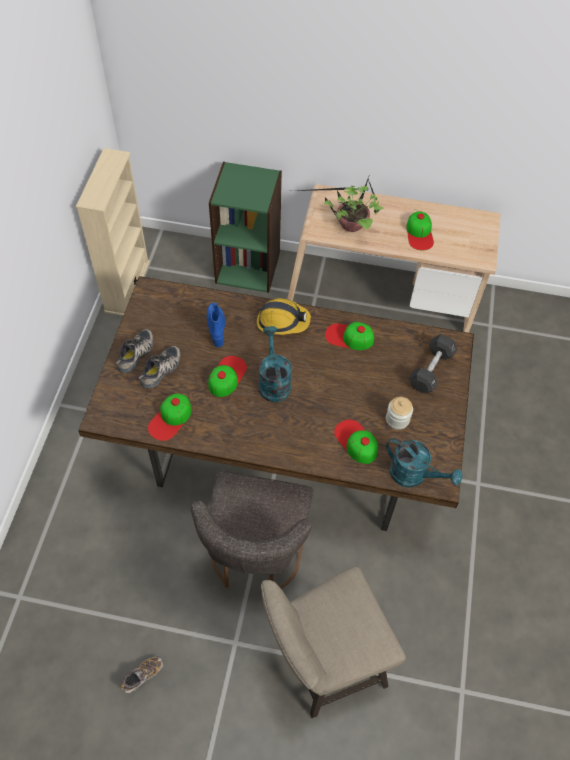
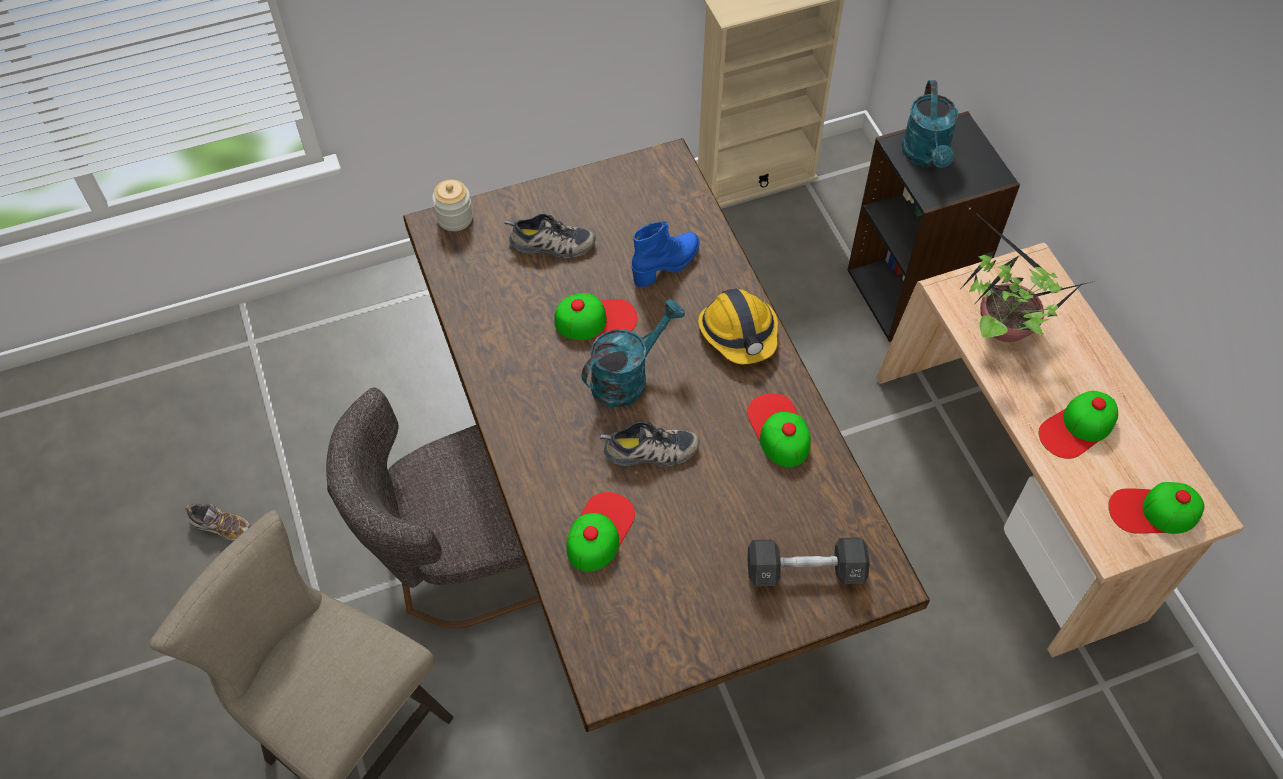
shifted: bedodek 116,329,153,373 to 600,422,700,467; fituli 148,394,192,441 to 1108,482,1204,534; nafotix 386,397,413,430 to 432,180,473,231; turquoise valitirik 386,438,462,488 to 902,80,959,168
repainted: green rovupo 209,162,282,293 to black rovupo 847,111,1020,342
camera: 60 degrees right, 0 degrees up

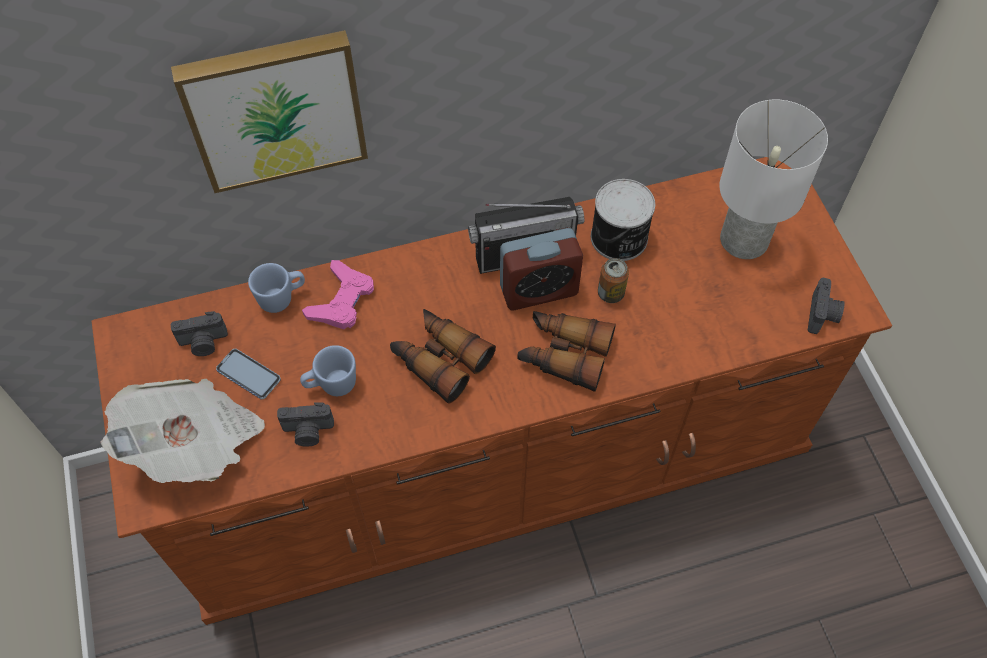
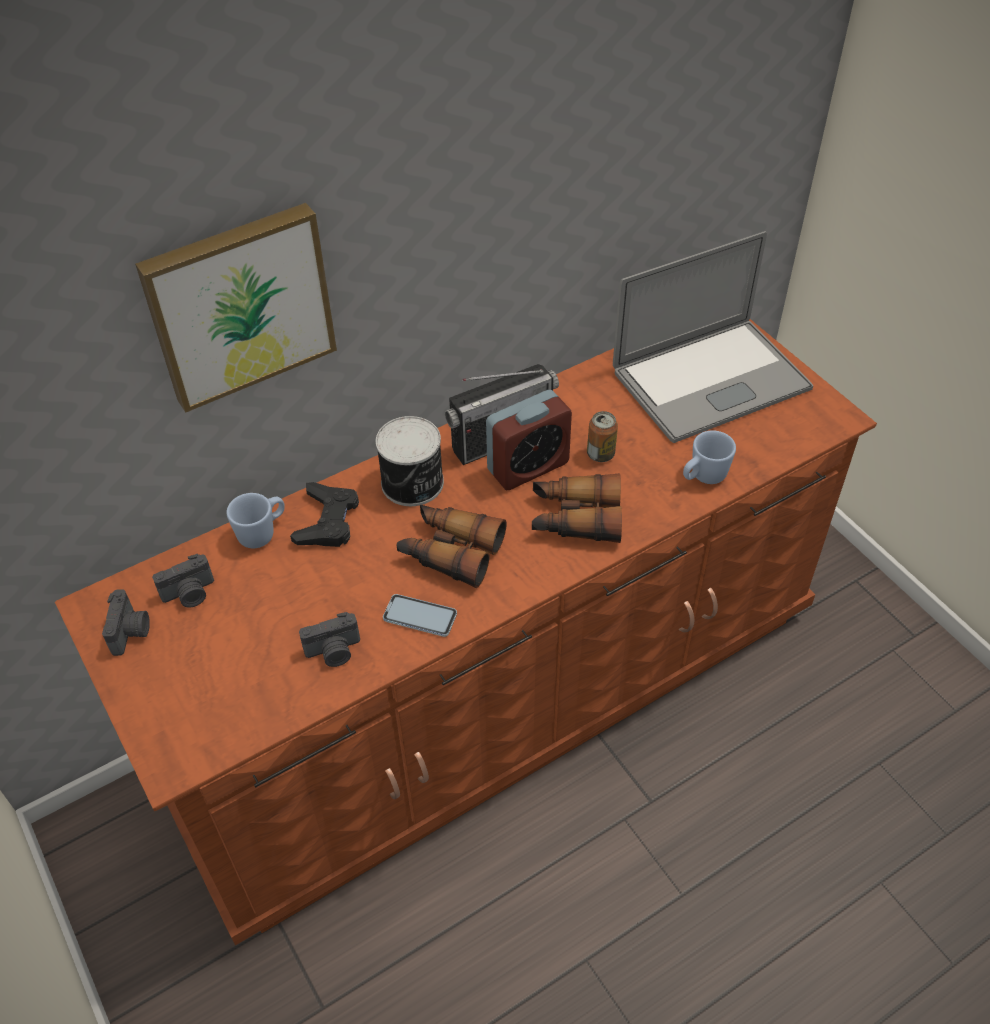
gone: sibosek 101,379,265,483
shifted: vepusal 216,349,281,399 to 383,594,457,637; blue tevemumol 300,345,356,396 to 683,431,736,484; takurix 591,179,655,261 to 376,416,444,506; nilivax 808,278,845,334 to 102,590,150,656
swapped: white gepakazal 719,100,828,259 to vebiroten 613,231,813,443
repainted: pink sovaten 302,260,374,329 to black sovaten 290,482,359,547
camera: 15 degrees left, 10 degrees down

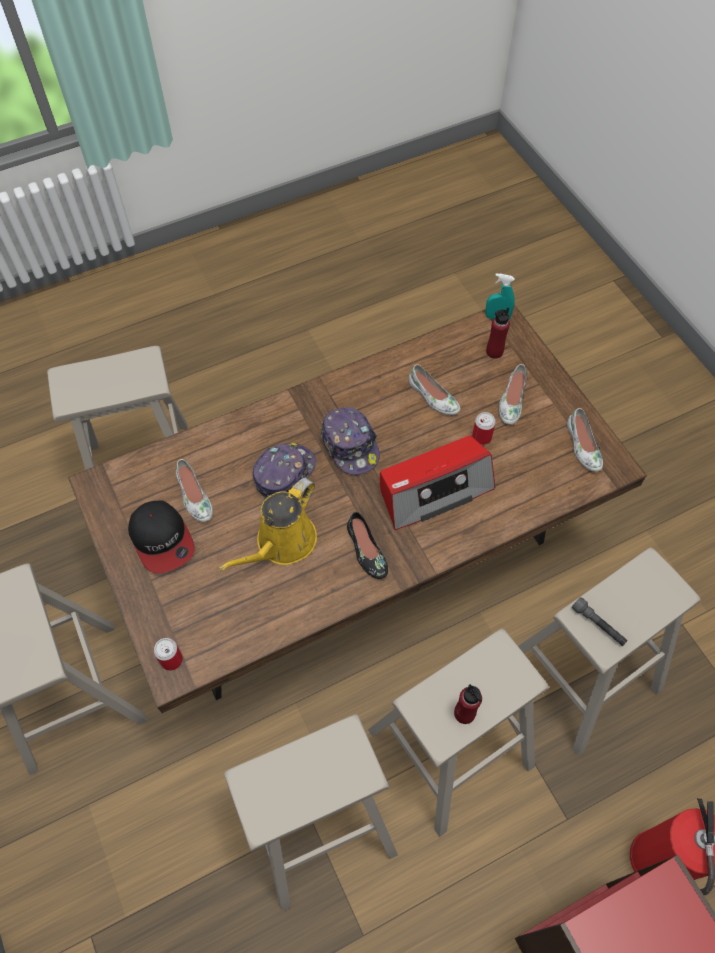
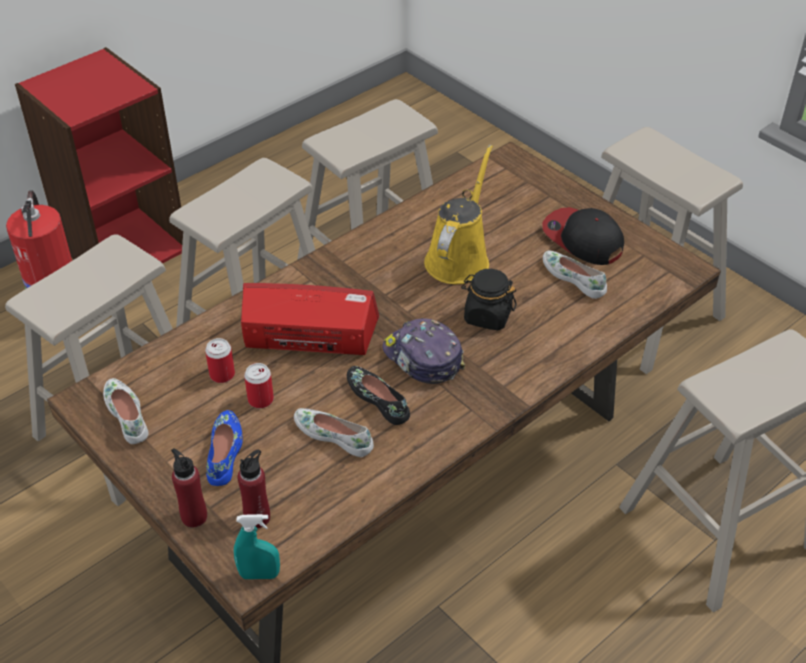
gone: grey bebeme 572,597,628,646
shifted: takurix 154,638,183,671 to 205,338,235,383; black bedodek 347,512,388,579 to 347,366,410,425; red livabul 454,684,482,724 to 171,448,207,528
swapped: fituli 253,442,316,499 to black nafotix 461,269,517,330
repainted: white bedodek 499,364,527,425 to blue bedodek 206,410,243,486
rotated: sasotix 380,435,496,530 = 241,283,380,355 45 degrees clockwise
camera: 165 degrees right, 15 degrees down

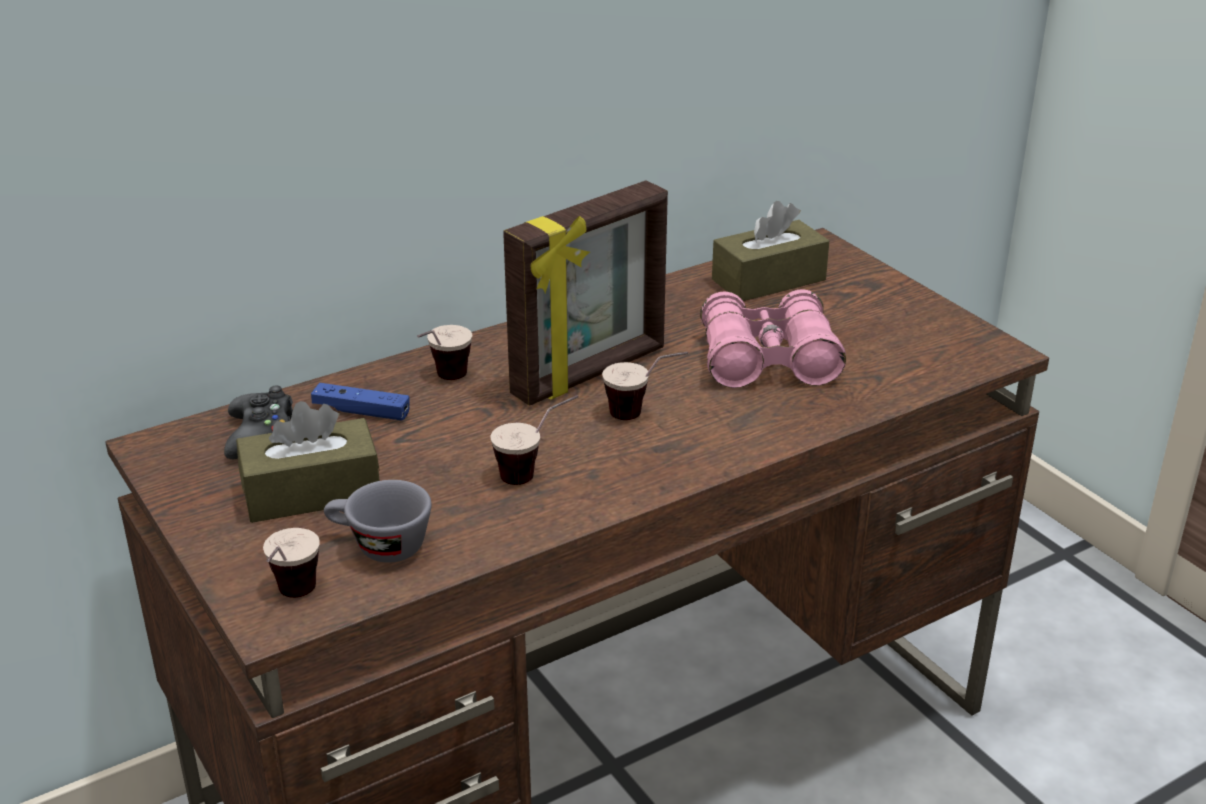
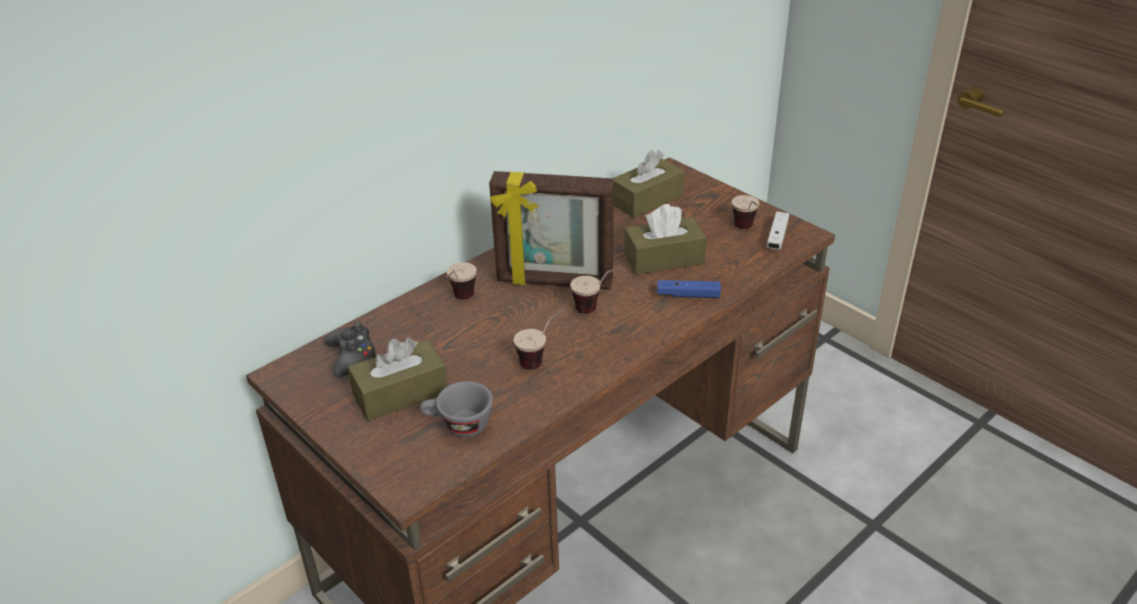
new: white sovaten 766,212,789,250
shifted: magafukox 263,528,320,598 to 732,195,759,229; blue sovaten 311,383,410,421 to 657,280,721,298
swapped: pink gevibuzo 700,289,846,388 to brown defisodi 624,204,707,275
rotated: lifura 503,180,668,406 = 489,171,614,290 60 degrees clockwise
camera: 10 degrees left, 5 degrees up

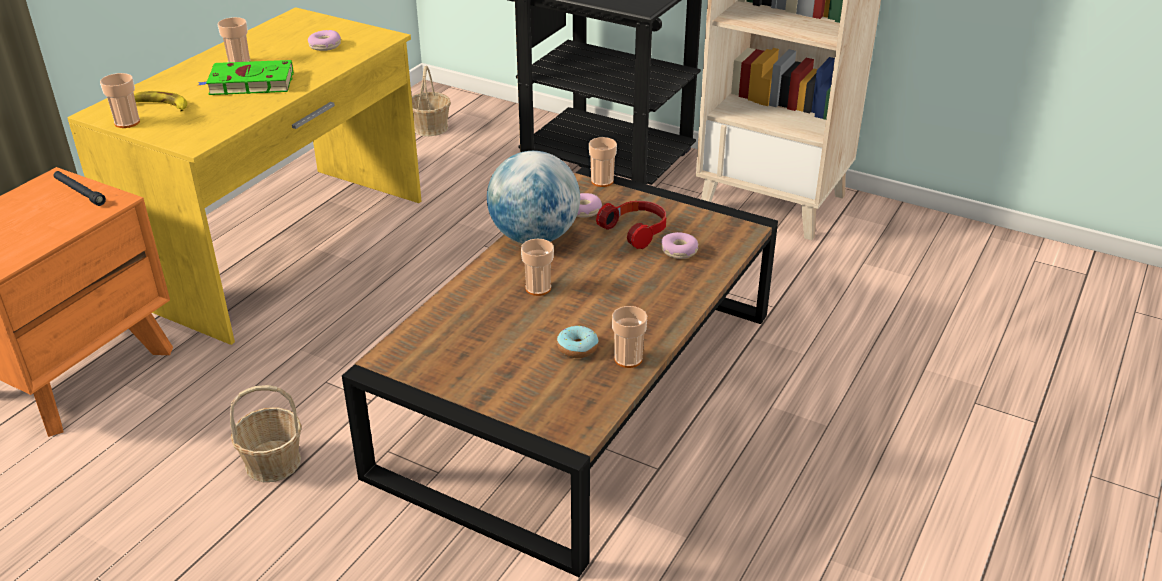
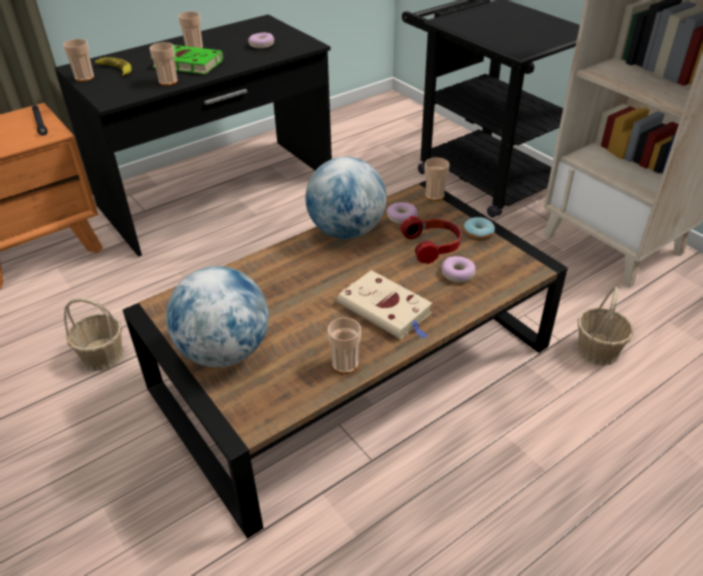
new: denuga 166,266,269,367; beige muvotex 337,270,433,340
shifted: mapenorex 412,66,451,136 to 576,287,633,366; magafukox 521,239,554,296 to 150,42,178,86; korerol 557,325,598,358 to 463,217,495,241
repainted: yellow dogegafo 67,7,421,345 to black dogegafo 54,15,332,257
camera: 25 degrees right, 5 degrees up

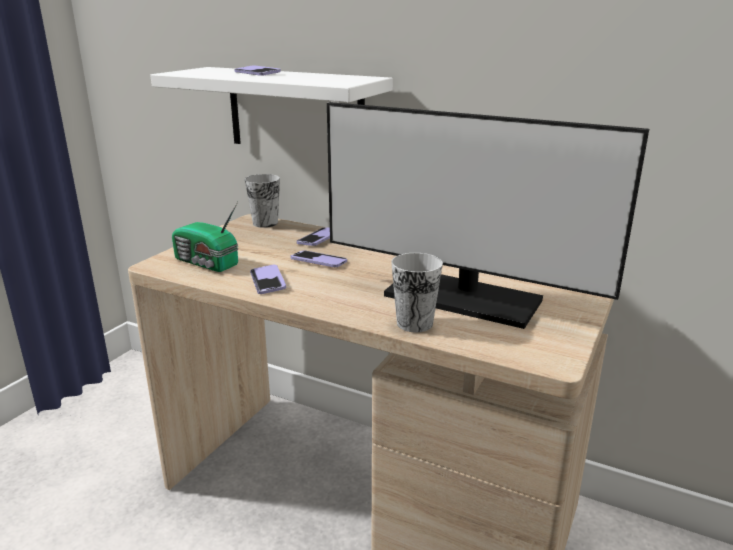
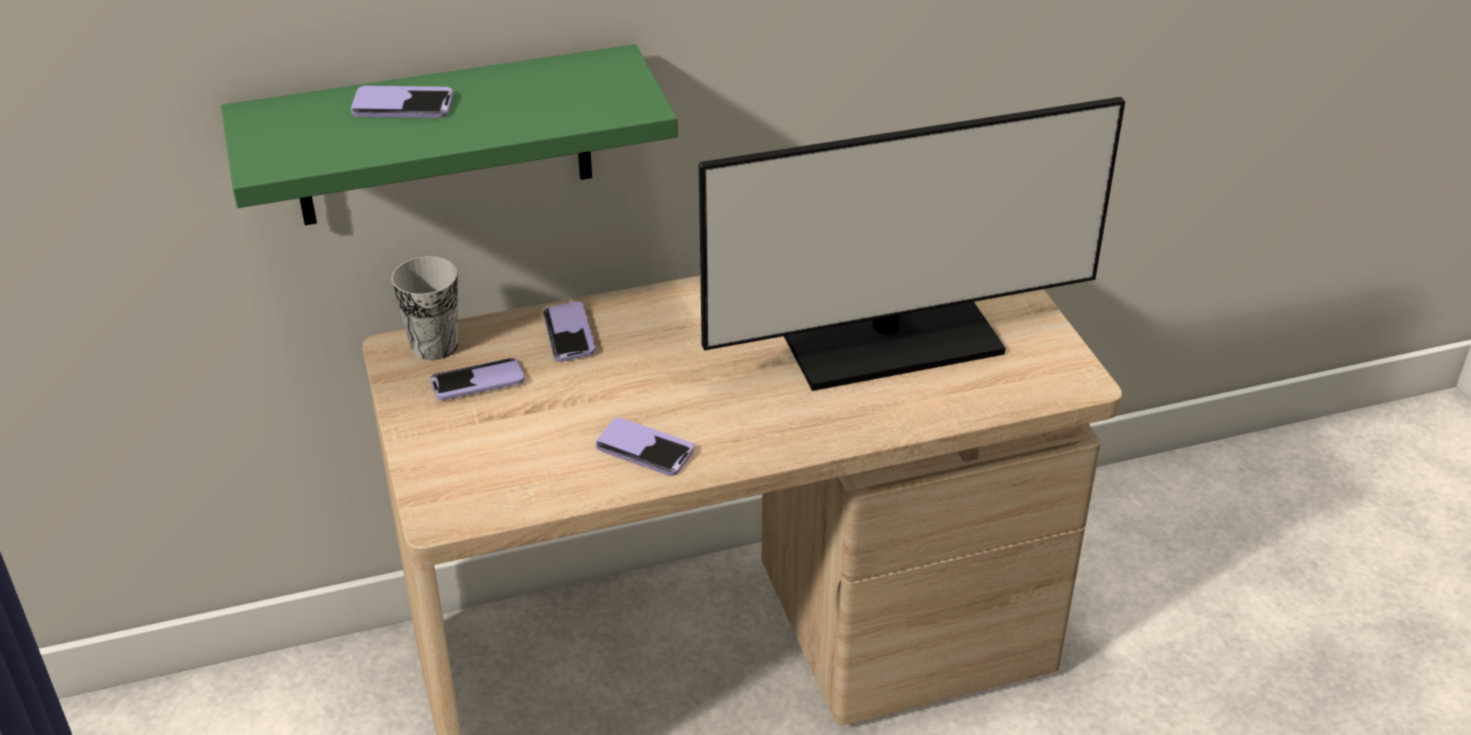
gone: sasotix 172,201,238,272; magafukox 391,253,443,332
shifted: vepusal 291,250,347,267 to 430,358,524,400
repainted: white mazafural 150,67,393,144 to green mazafural 221,44,678,225
camera: 45 degrees left, 15 degrees up

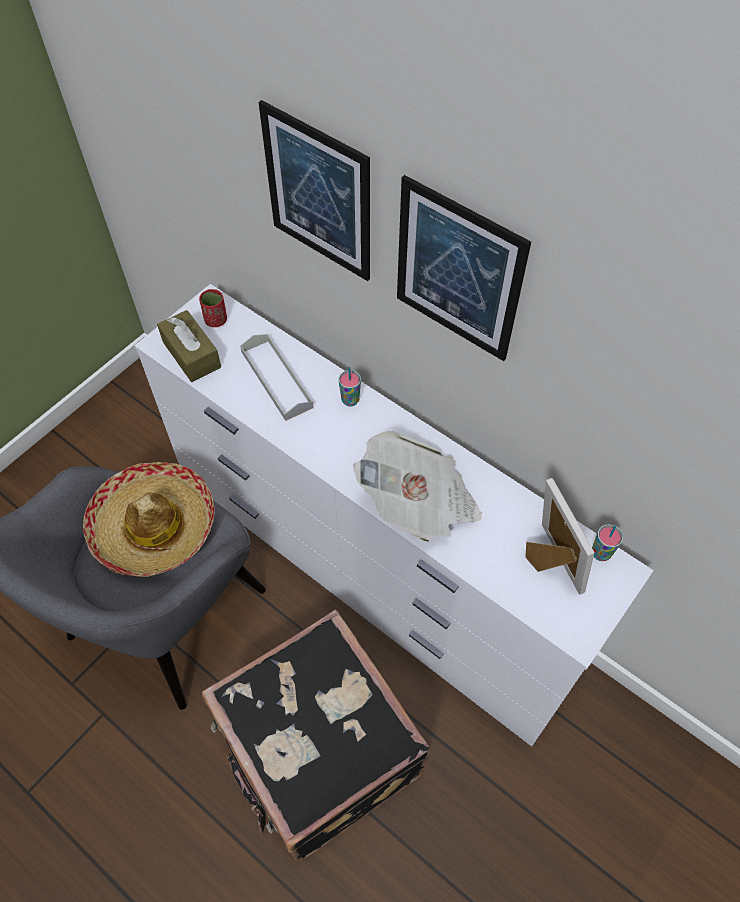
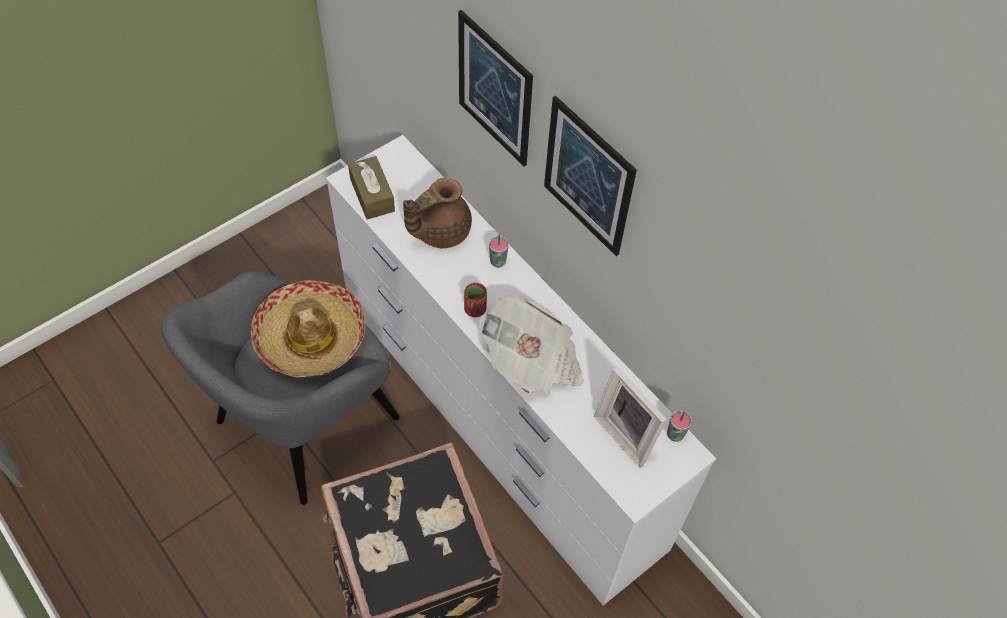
shifted: red magafukox 199,289,227,327 to 464,282,487,317
swapped: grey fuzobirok 240,334,314,421 to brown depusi 403,178,472,248
rotated: lifura 525,478,595,595 = 594,366,667,468 150 degrees clockwise
camera: 10 degrees right, 0 degrees up

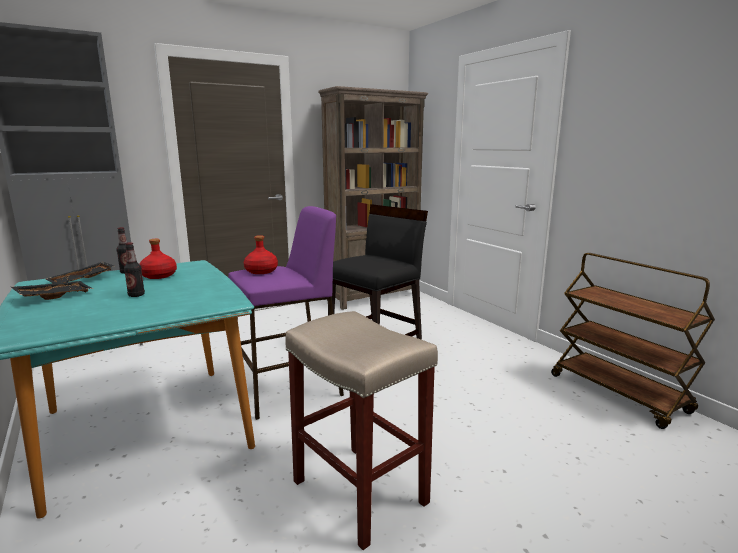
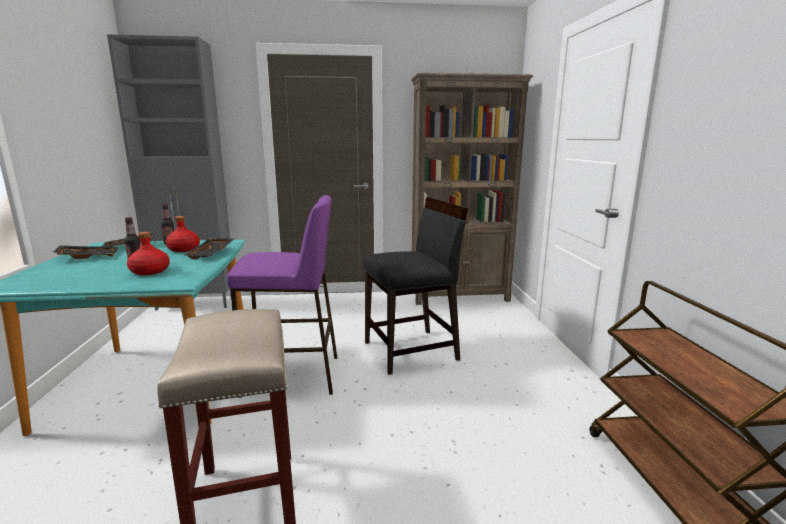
new: black fuzobirok 183,238,235,259
shifted: red livabul 244,235,278,274 to 127,232,170,275
camera: 25 degrees right, 0 degrees up

